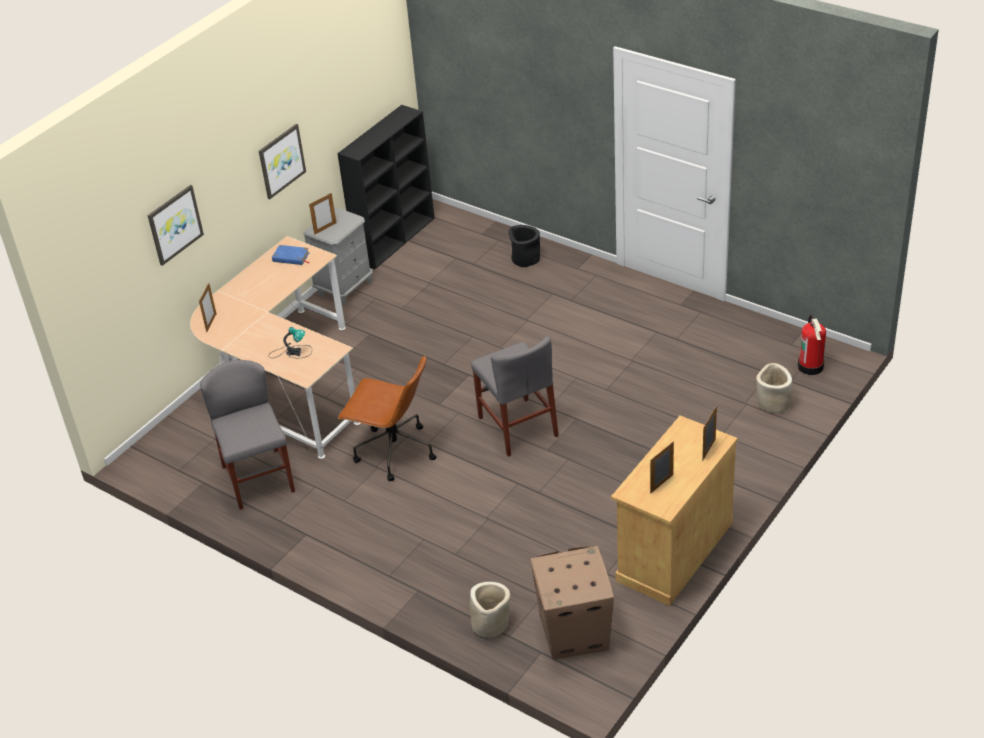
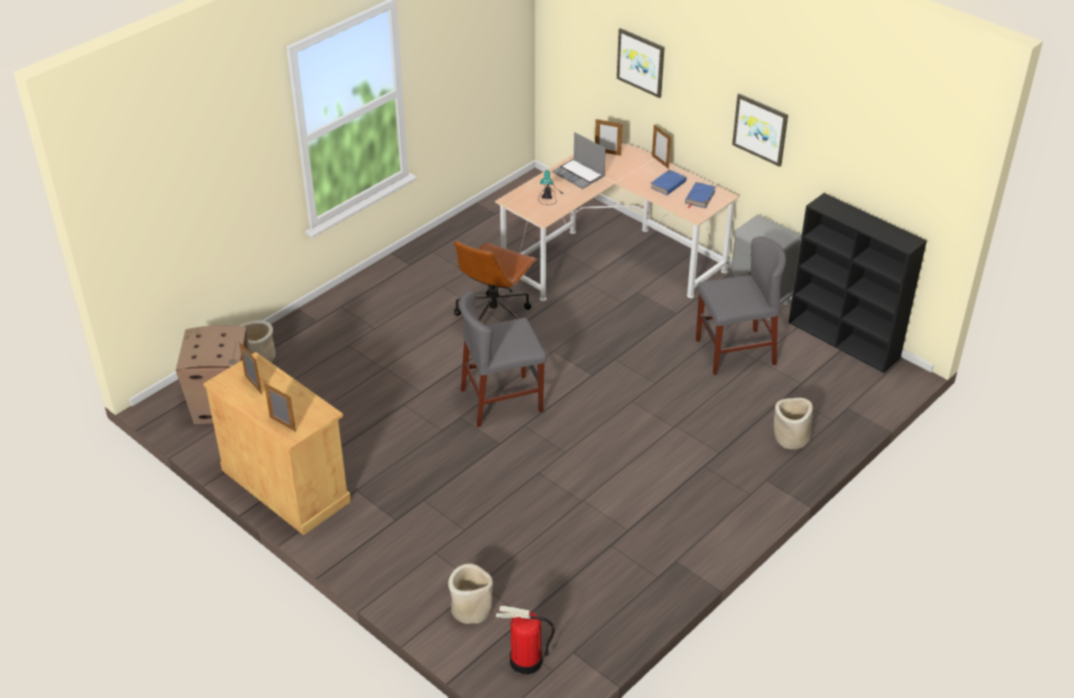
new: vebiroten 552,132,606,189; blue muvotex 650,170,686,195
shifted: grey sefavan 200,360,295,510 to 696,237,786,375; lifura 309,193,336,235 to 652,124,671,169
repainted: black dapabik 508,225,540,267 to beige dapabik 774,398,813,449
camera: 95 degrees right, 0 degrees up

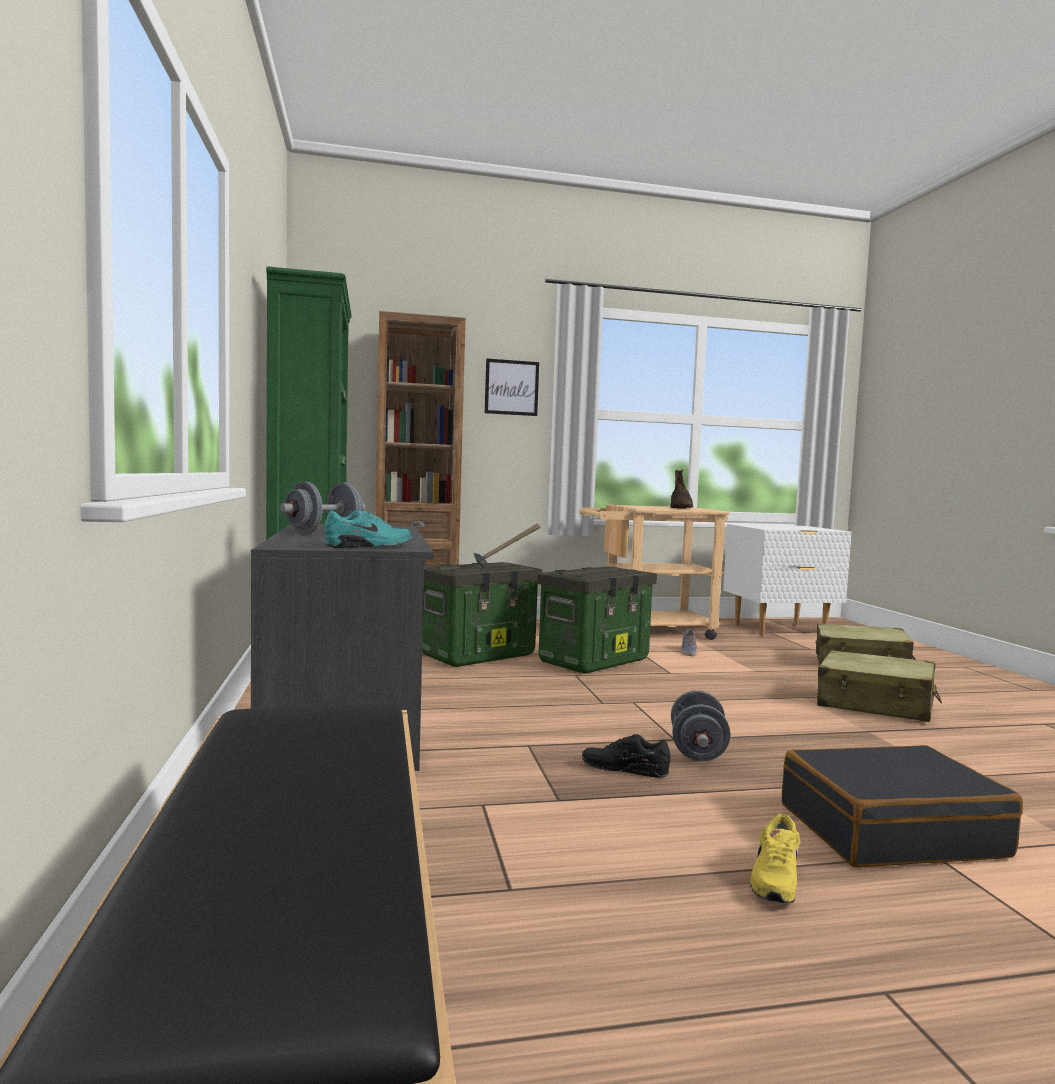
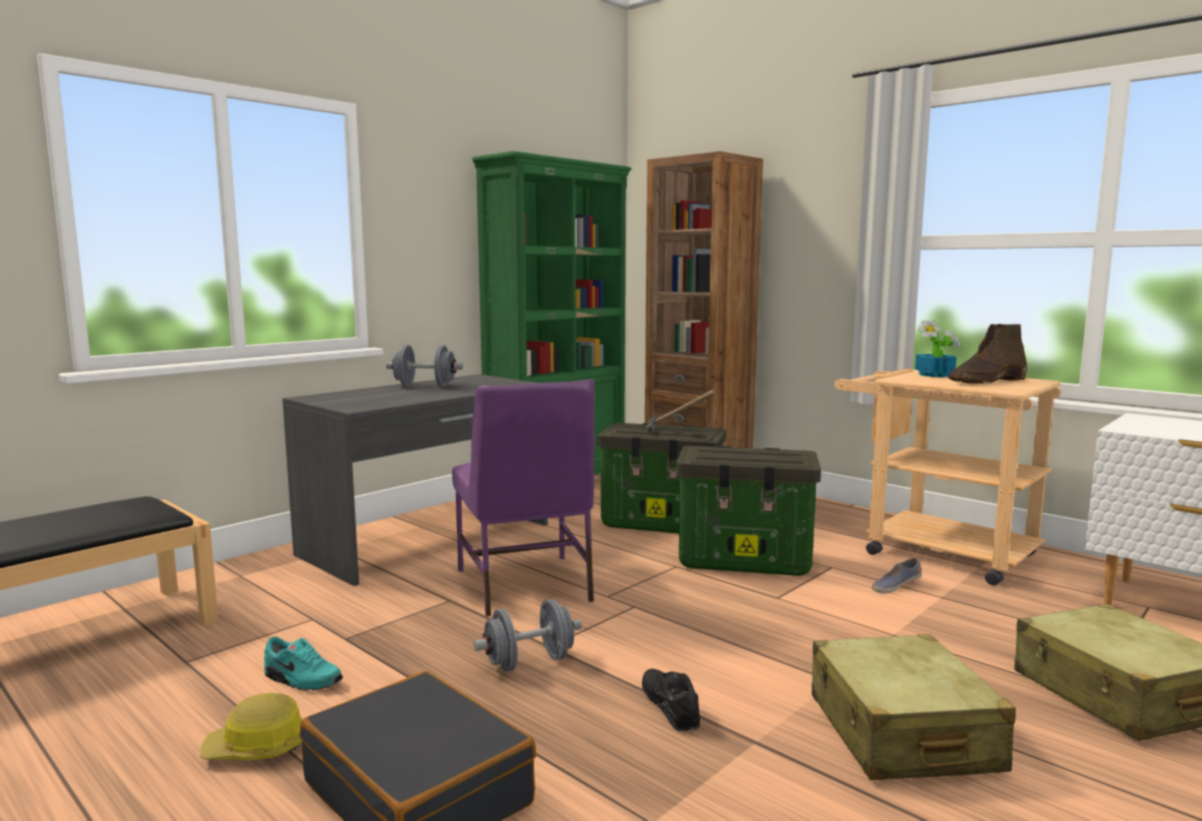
gone: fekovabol 485,359,539,416
new: purple sefavan 452,379,595,617; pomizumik 915,321,961,377
shifted: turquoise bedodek 324,510,413,549 to 264,636,343,691; black bedodek 582,734,670,778 to 642,669,700,731
swapped: yellow bedodek 750,814,800,903 to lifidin 200,693,303,760
camera: 55 degrees right, 5 degrees up

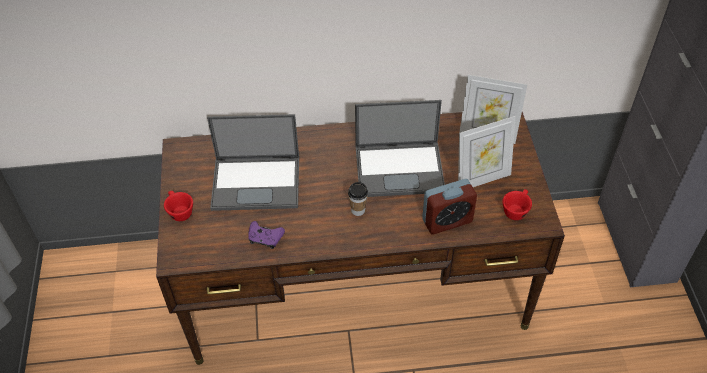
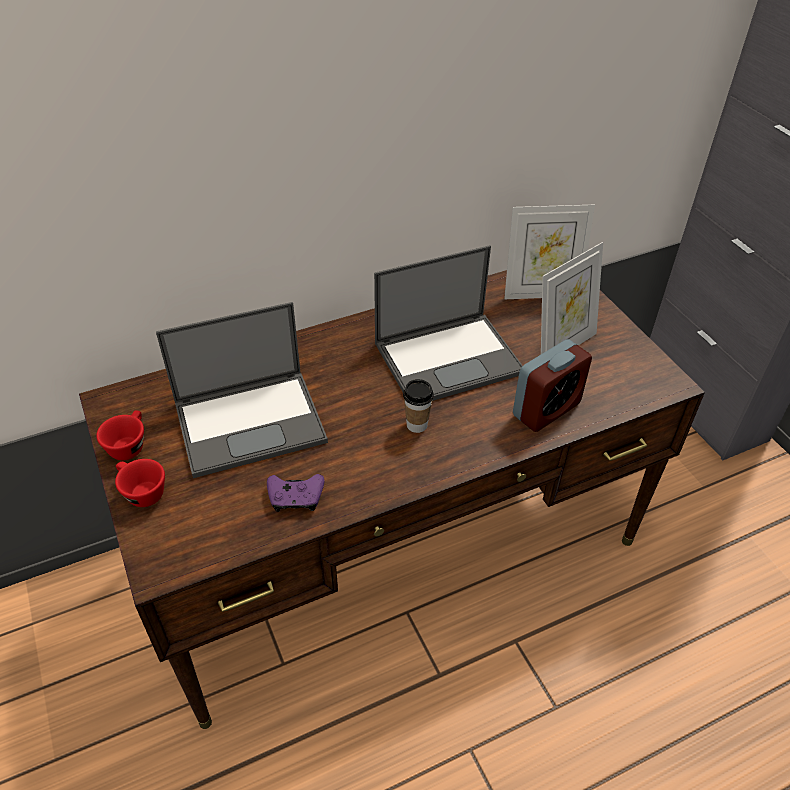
shifted: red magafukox 502,189,532,220 to 96,410,144,460
camera: 20 degrees left, 5 degrees down

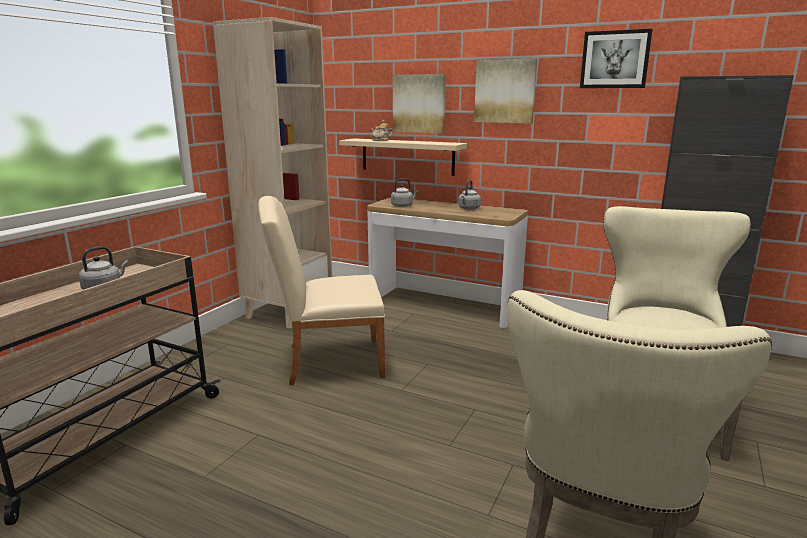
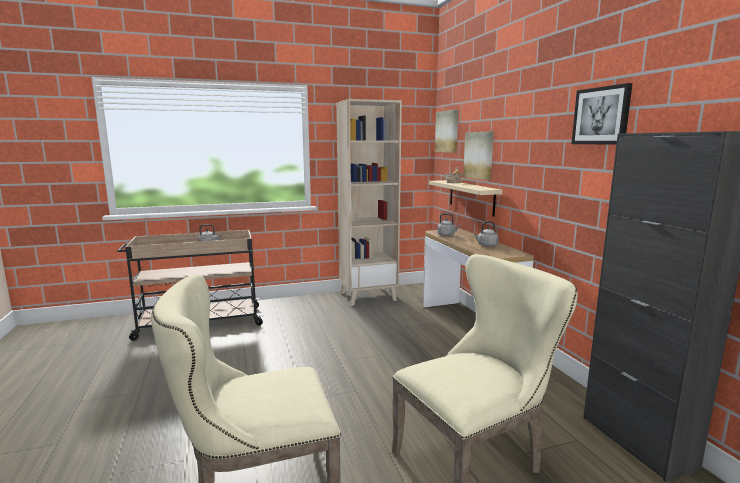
gone: beige sefavan 258,196,385,385
shifted: fekovabol 474,59,537,123 to 435,109,458,153
camera: 45 degrees right, 5 degrees down

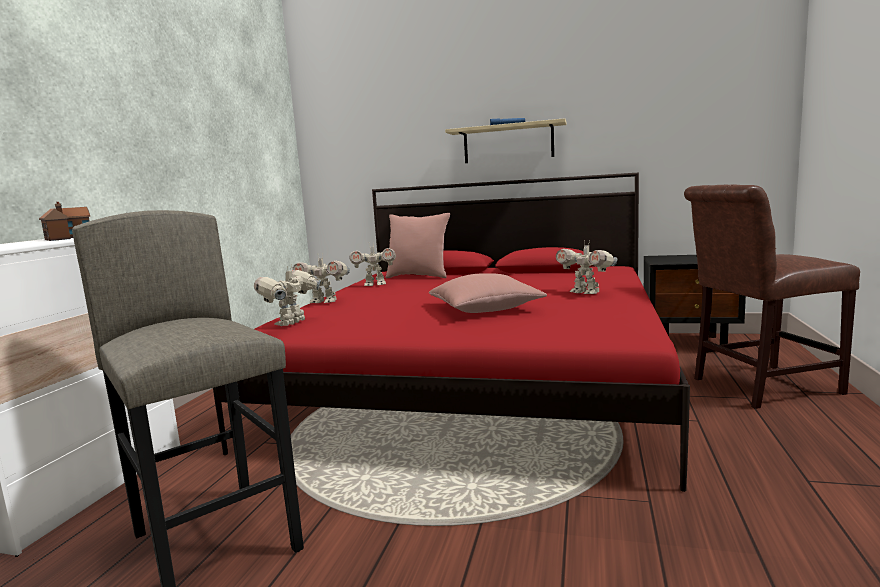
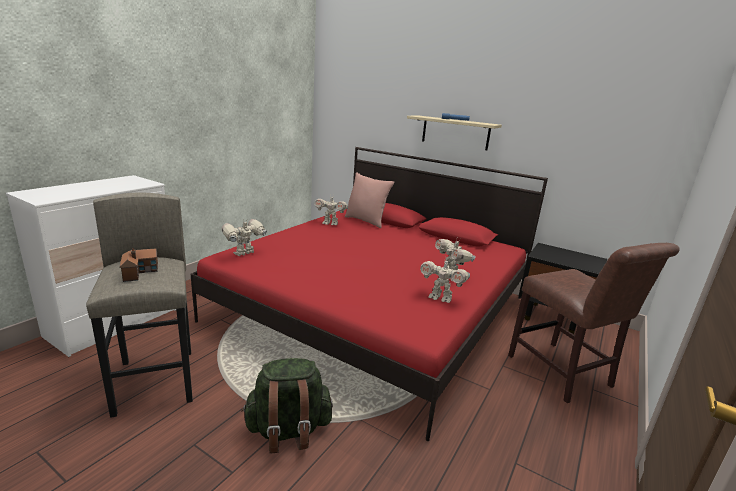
gone: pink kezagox 429,273,547,313
new: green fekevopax 241,358,333,454
shifted: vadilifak 39,202,91,241 to 119,248,158,282; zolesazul 292,254,350,303 to 420,258,470,303
rotated: brown sefavan 684,184,860,409 = 508,243,680,403 120 degrees counterclockwise
camera: 15 degrees right, 10 degrees up

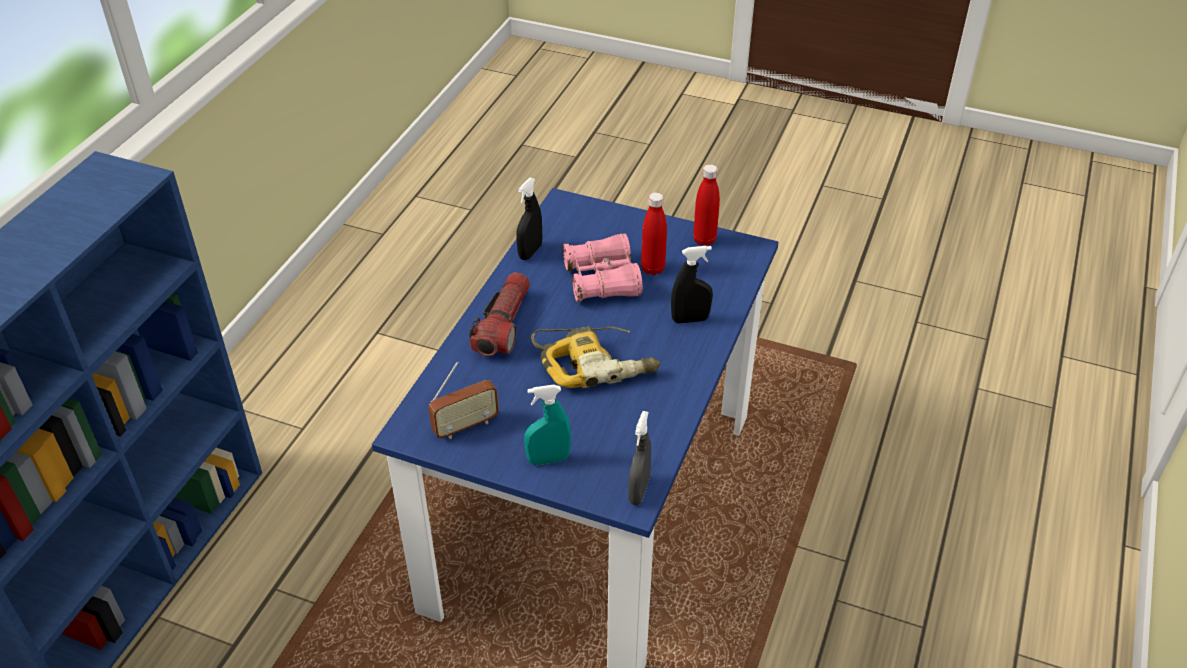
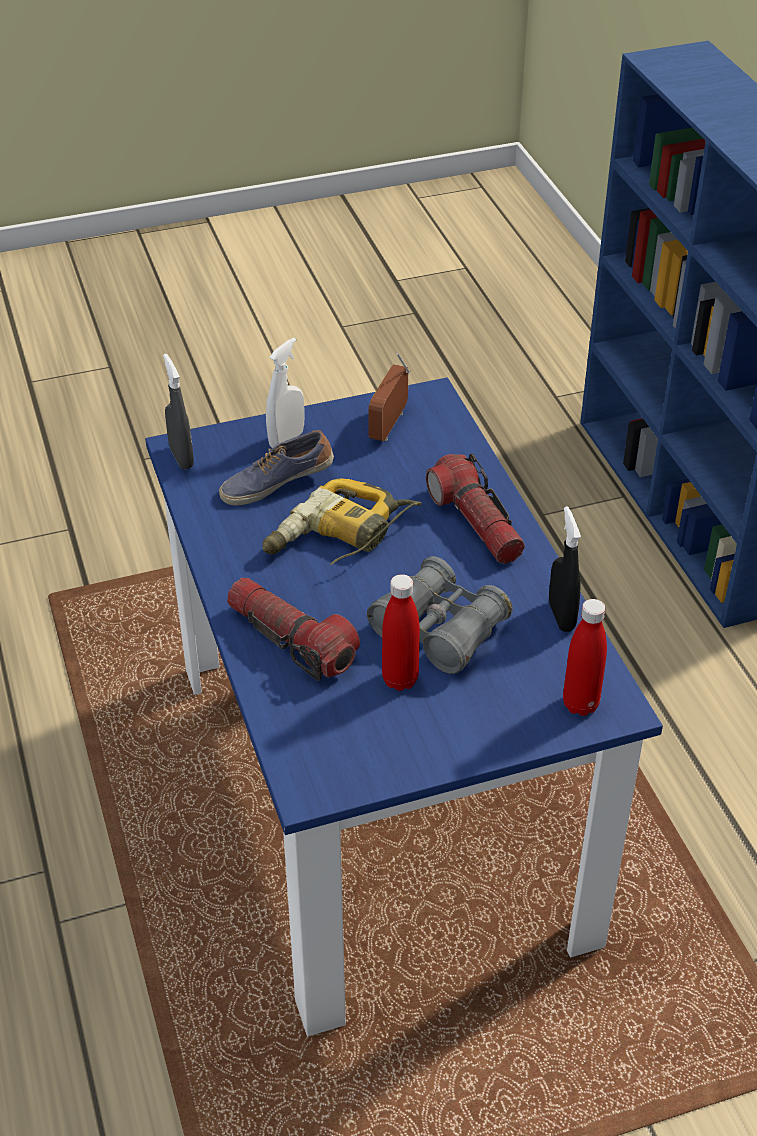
new: bedodek 219,430,334,506
shifted: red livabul 693,164,720,246 to 563,599,607,716
swapped: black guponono 671,246,713,323 to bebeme 227,578,360,681
repainted: turquoise guponono 524,385,571,465 to white guponono 266,337,304,448; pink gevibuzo 563,234,643,302 to grey gevibuzo 367,556,512,674
camera: 140 degrees right, 0 degrees up

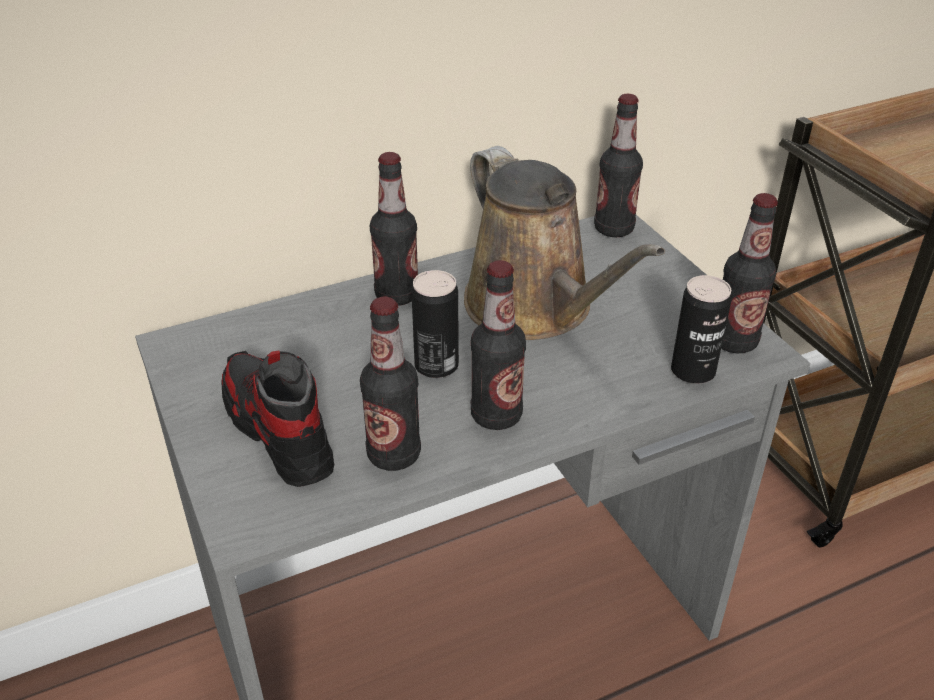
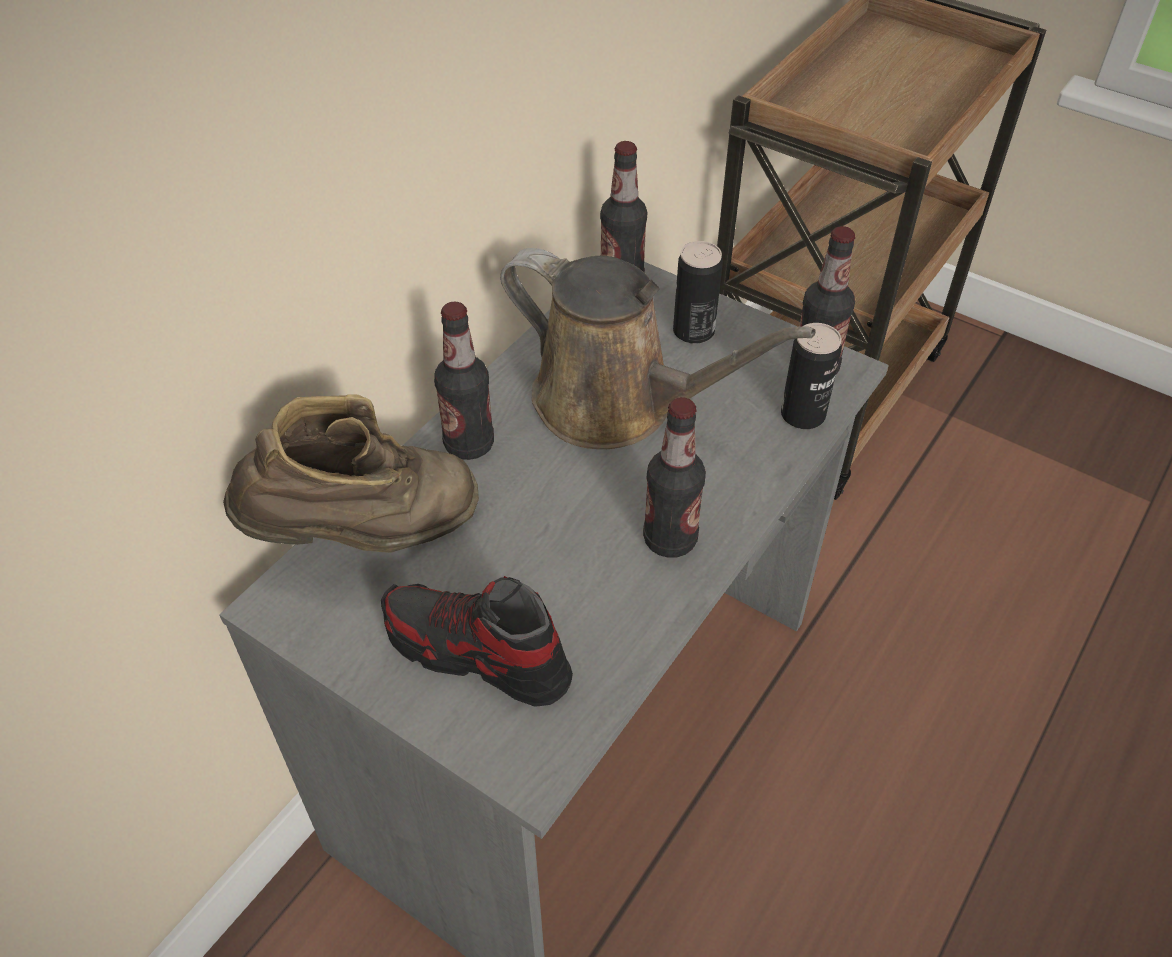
gone: livabul 360,296,421,471
new: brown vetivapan 223,394,479,553
shifted: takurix 411,270,459,378 to 673,241,723,344
camera: 30 degrees left, 10 degrees up

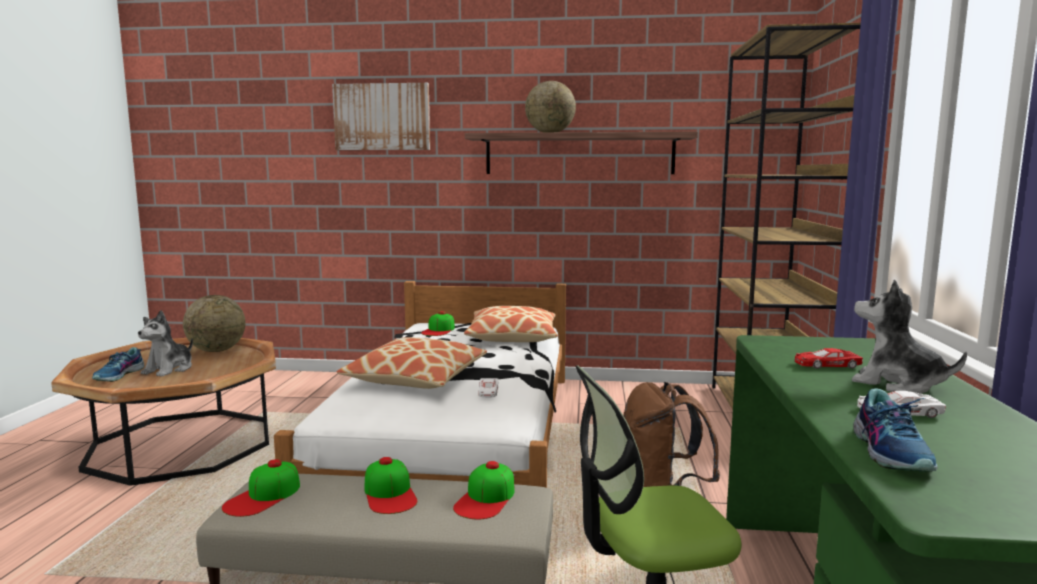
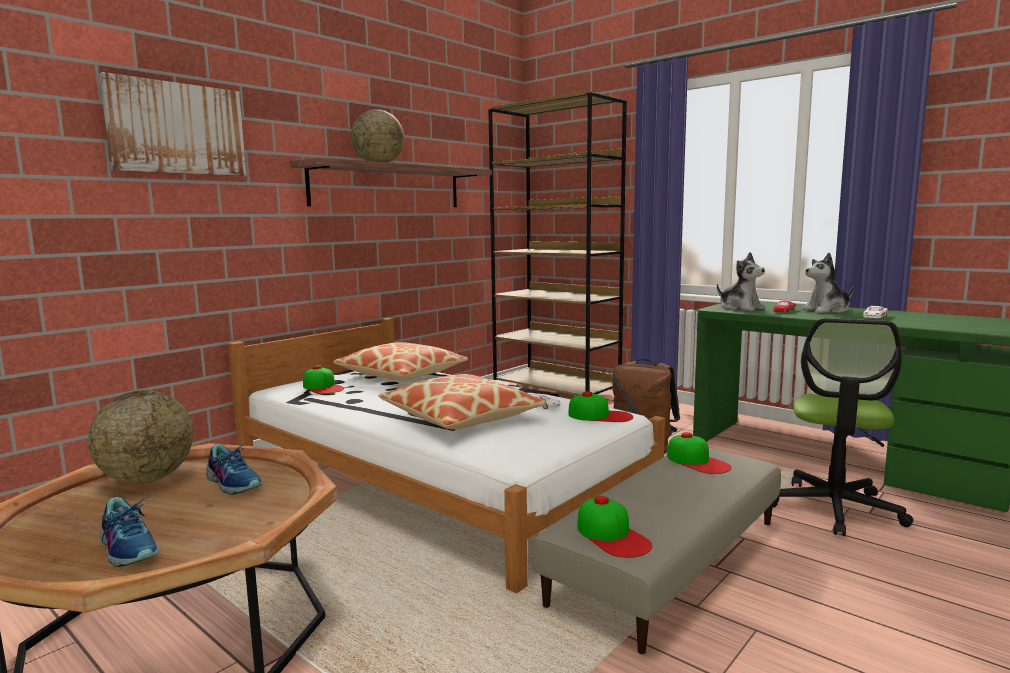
shifted: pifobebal 138,310,193,377 to 717,252,765,311; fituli 365,457,417,514 to 568,391,633,422; bedodek 853,388,938,472 to 206,442,262,495
camera: 55 degrees left, 0 degrees up

